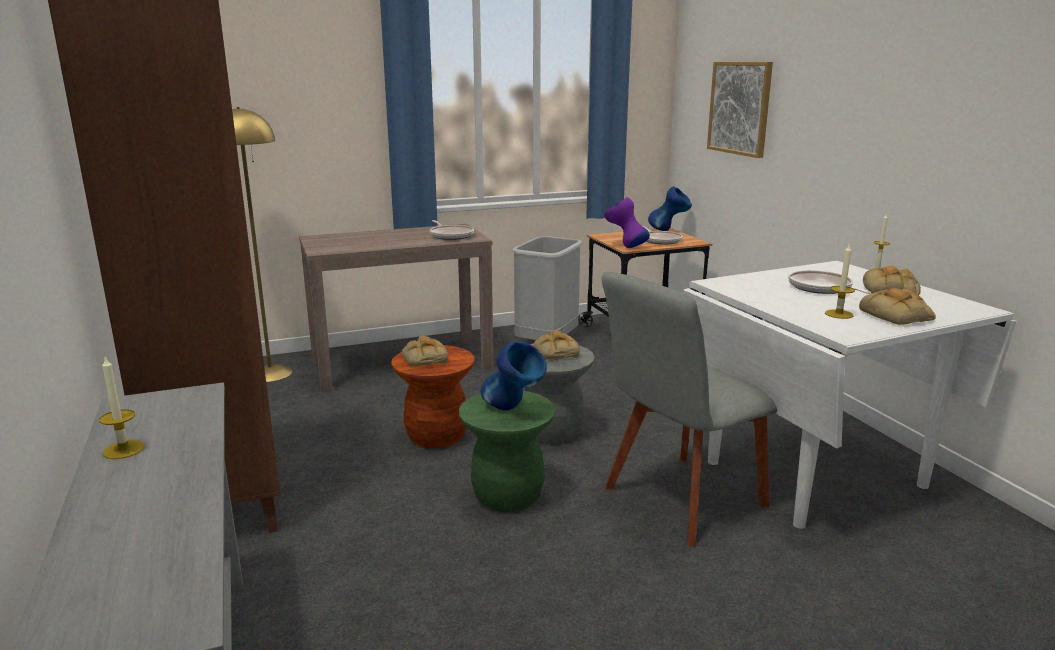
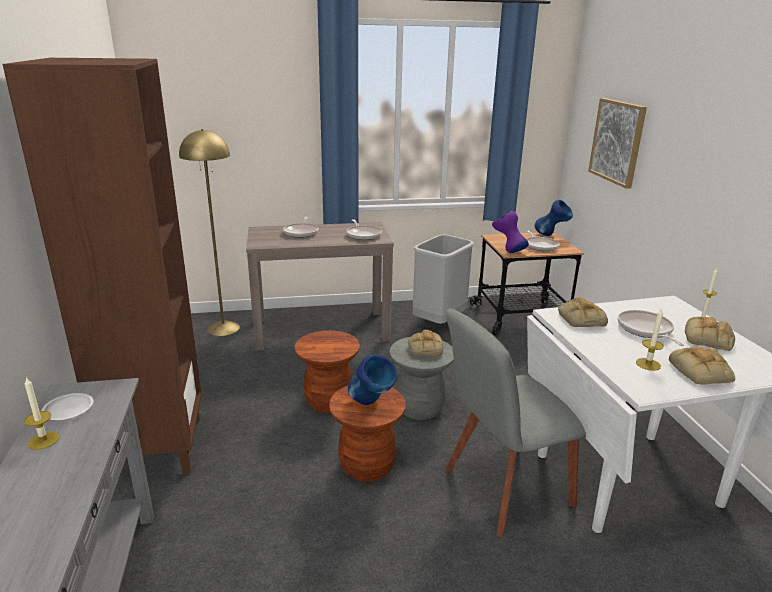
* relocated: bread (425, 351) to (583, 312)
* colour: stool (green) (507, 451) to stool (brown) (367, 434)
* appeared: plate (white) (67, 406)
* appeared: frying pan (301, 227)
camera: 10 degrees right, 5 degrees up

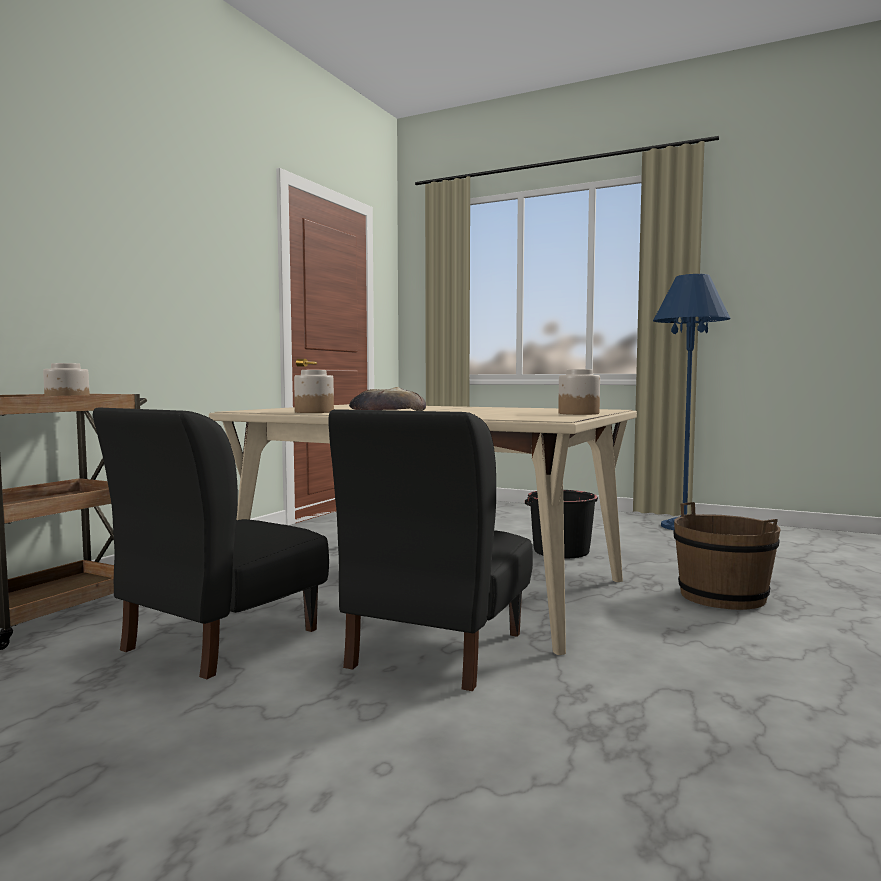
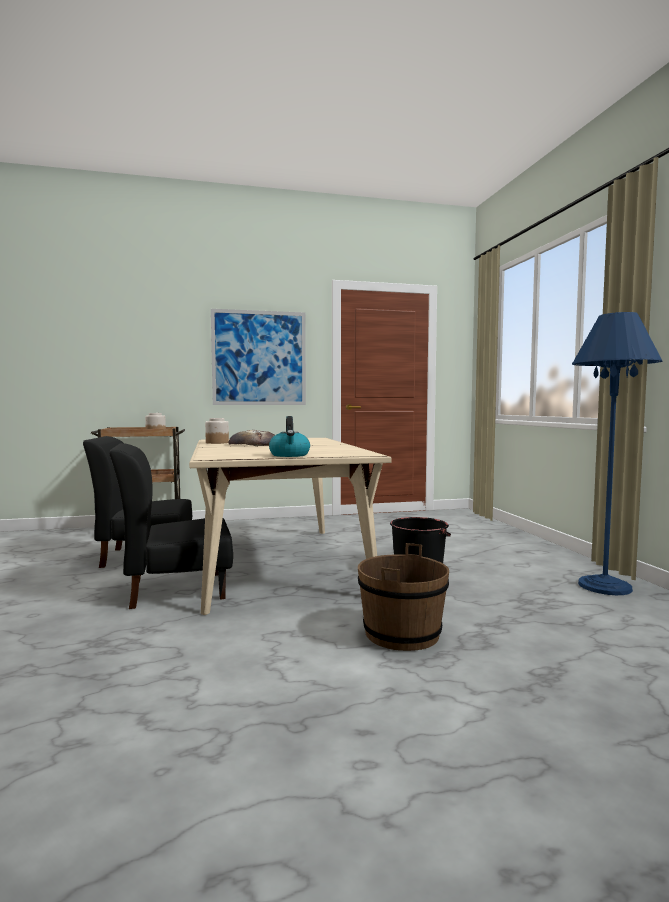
* exchanged: jar (579, 392) to kettle (289, 436)
* appeared: picture (258, 357)
camera: 50 degrees right, 0 degrees up

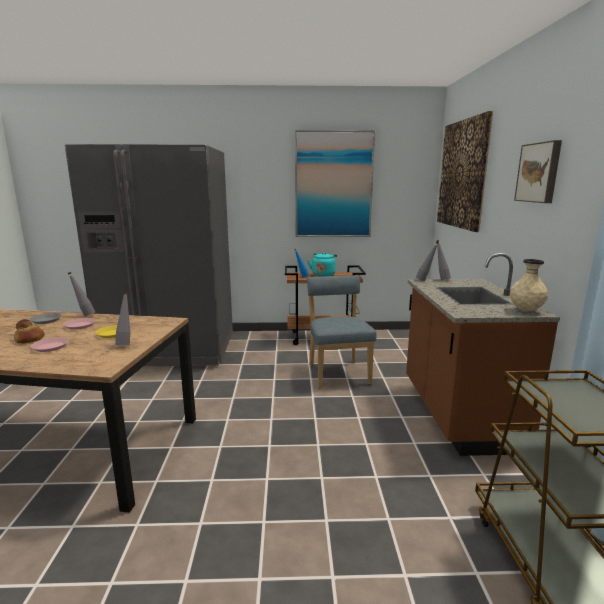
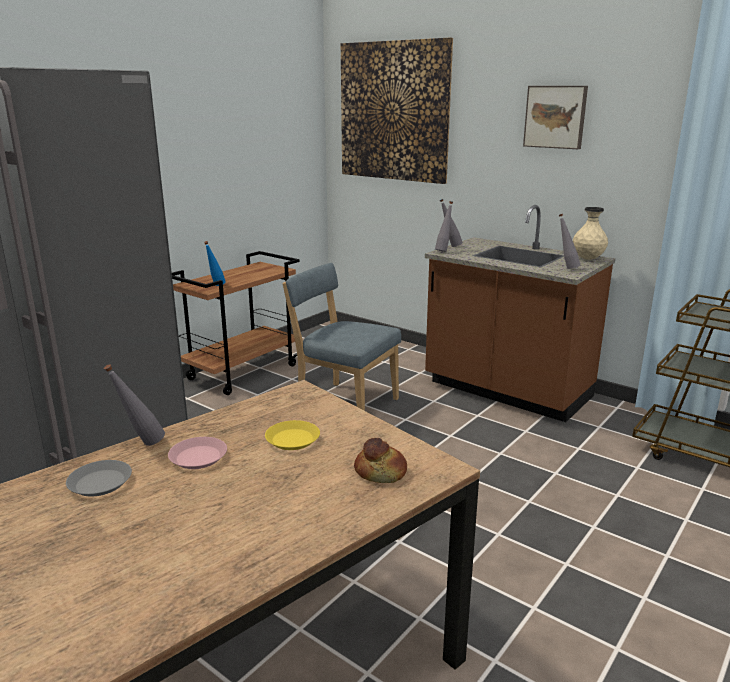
* relocated: bread (29, 331) to (380, 460)
* missing: plate (pink) (49, 344)
* relocated: bottle (grey) (122, 317) to (570, 241)
* missing: picture (335, 183)
* missing: kettle (turquoise) (322, 264)
camera: 50 degrees left, 5 degrees up

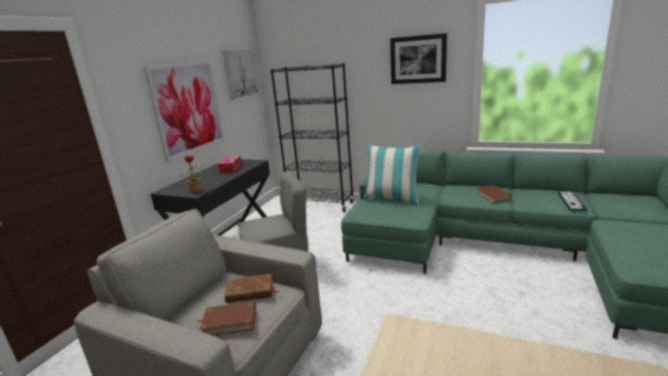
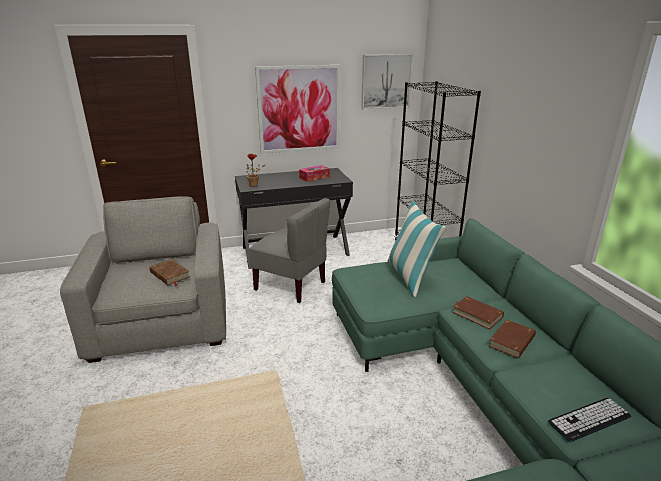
* relocated: book (brown) (227, 318) to (478, 313)
* missing: picture (418, 58)
camera: 50 degrees right, 5 degrees up

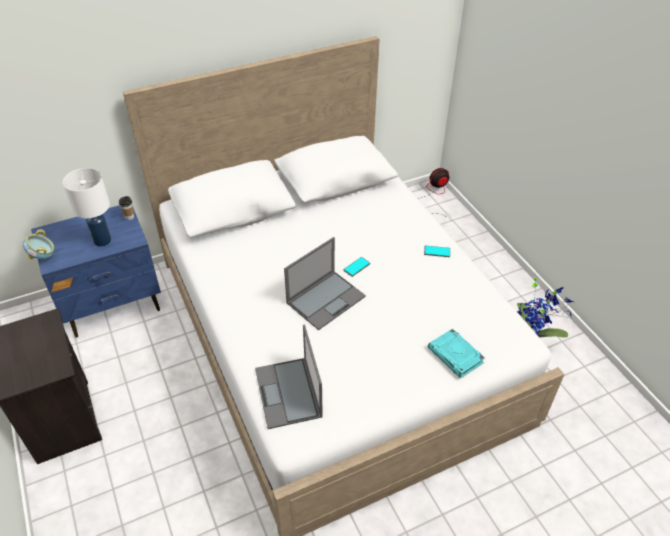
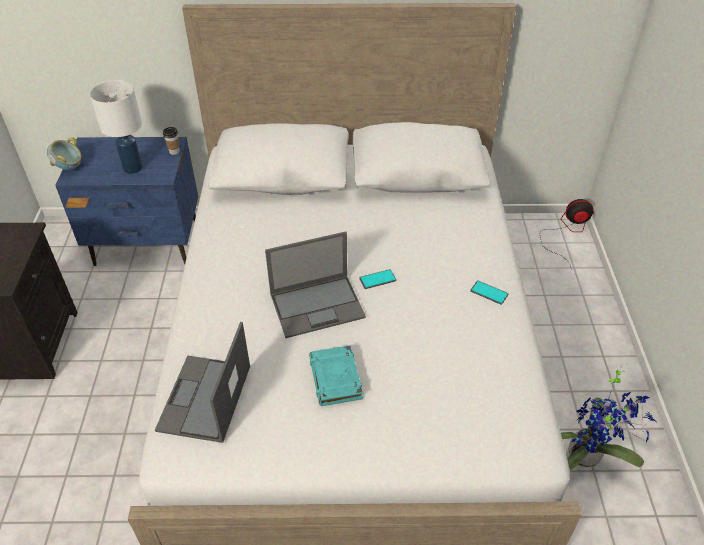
* relocated: book (turquoise) (456, 353) to (336, 375)
camera: 25 degrees right, 0 degrees up

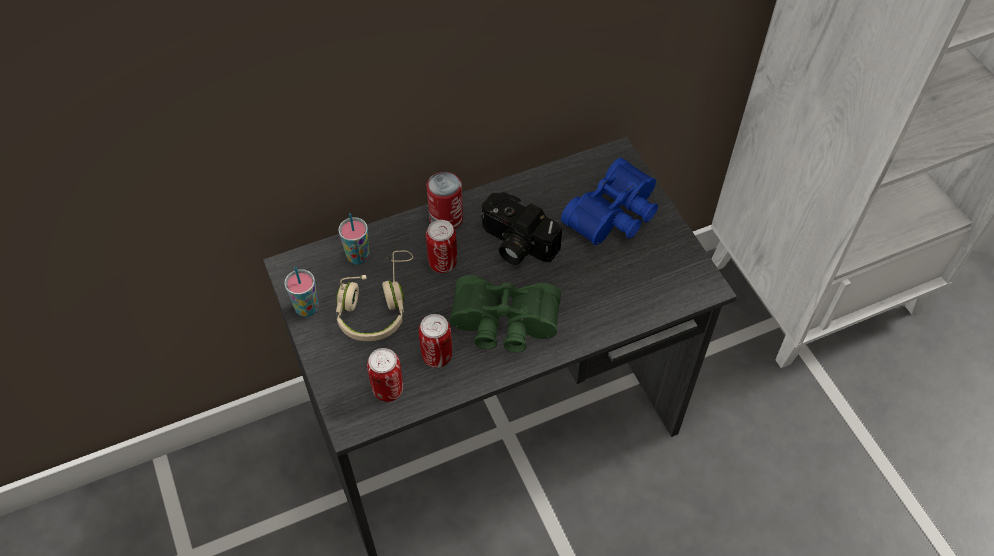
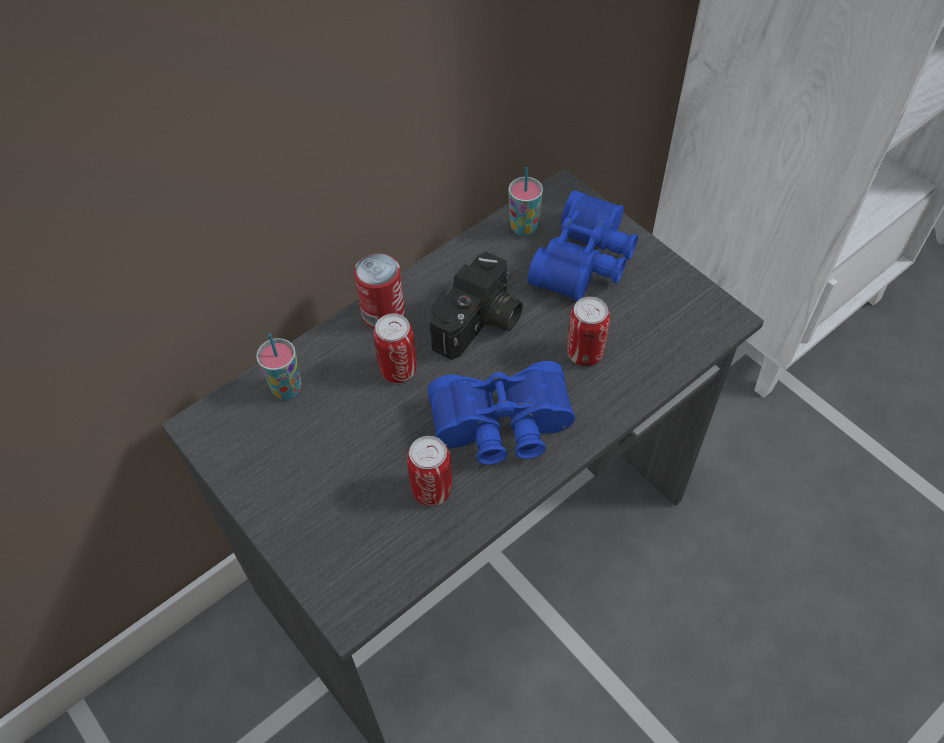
* relocated: cup (301, 292) to (525, 201)
* missing: headphones (beige) (374, 296)
* relocated: can (385, 375) to (588, 331)
* colour: binoculars (green) (505, 313) to binoculars (blue) (501, 413)
* spun: photo camera (521, 228) = (476, 306) 75 degrees counterclockwise
camera: 15 degrees left, 0 degrees up

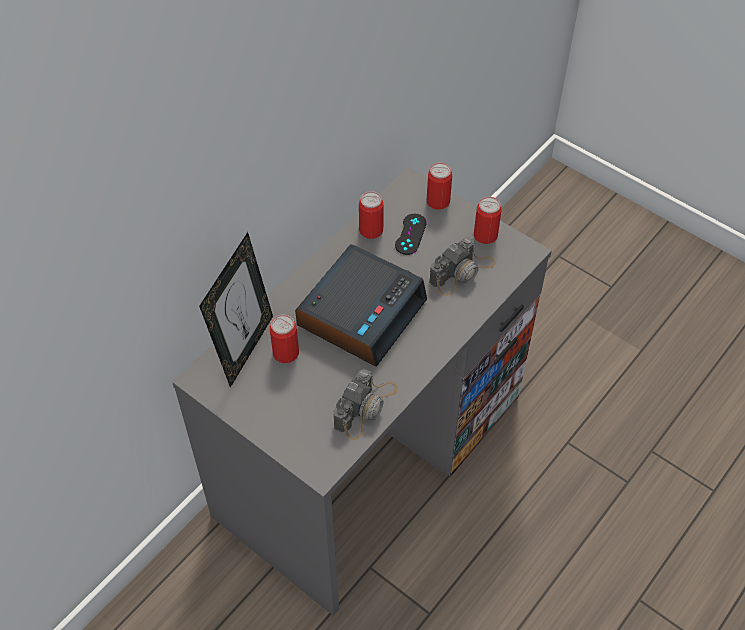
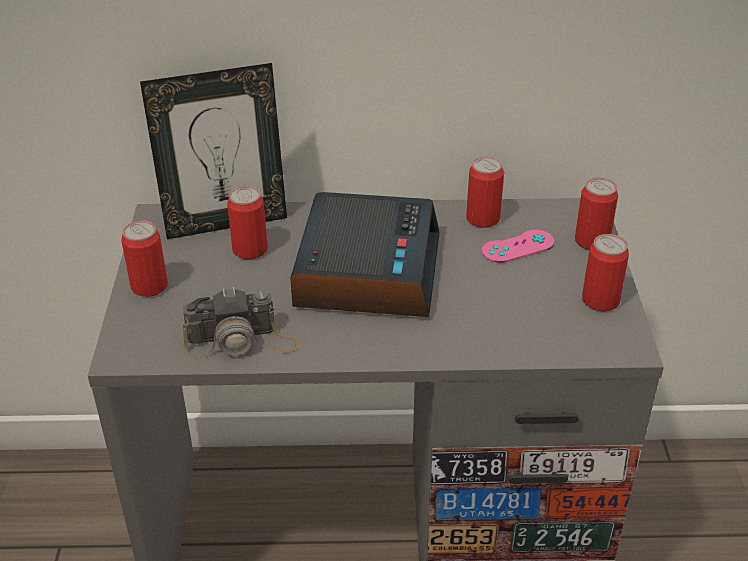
* spun: alarm clock (361, 305) = (365, 254) 75 degrees counterclockwise
* colour: game controller (black) (411, 234) to game controller (pink) (518, 246)
* missing: photo camera (462, 266)
* appeared: can (144, 259)
camera: 50 degrees right, 15 degrees down

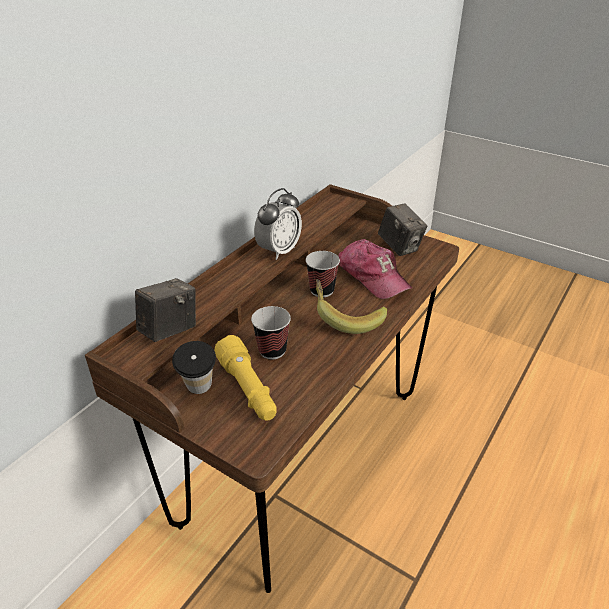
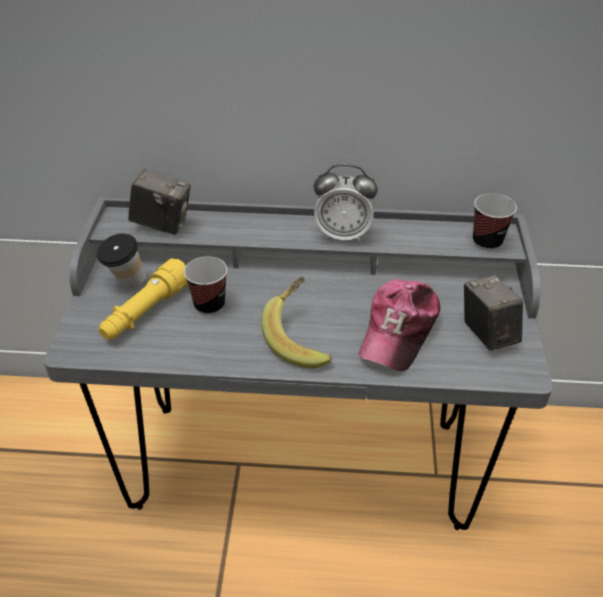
* colour: desk (brown) (272, 388) to desk (grey) (298, 363)
* relocated: cup (323, 274) to (495, 221)
* spun: photo camera (403, 229) = (493, 313) 135 degrees clockwise
camera: 60 degrees right, 5 degrees up

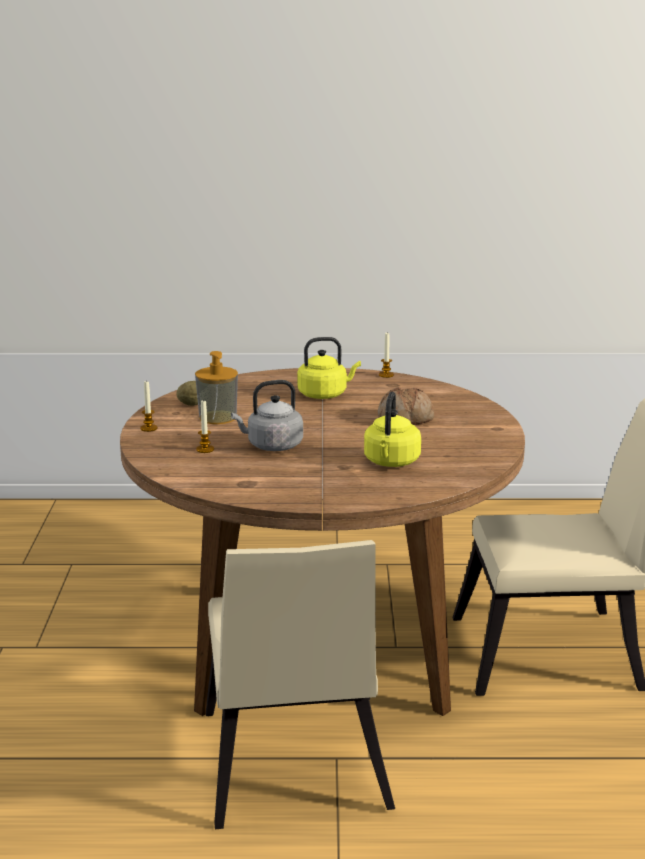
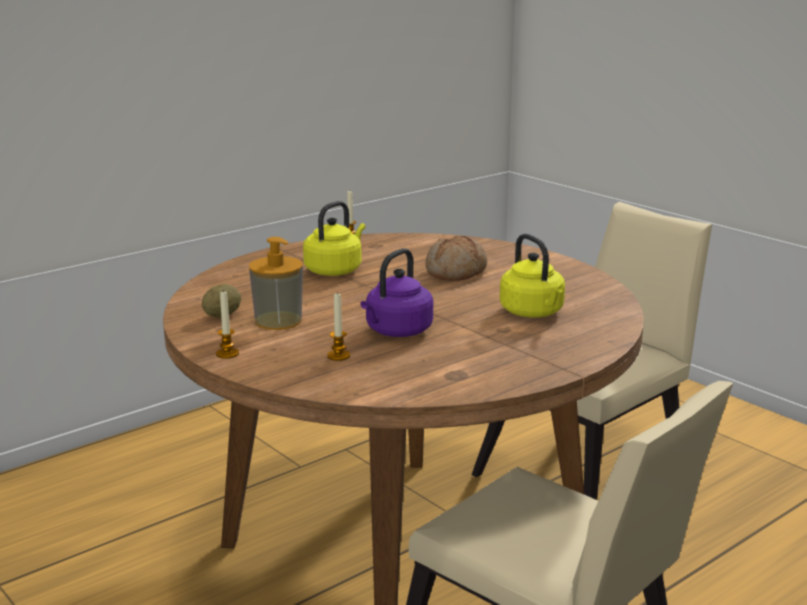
* colour: kettle (grey) (267, 415) to kettle (purple) (396, 292)
camera: 40 degrees left, 0 degrees up

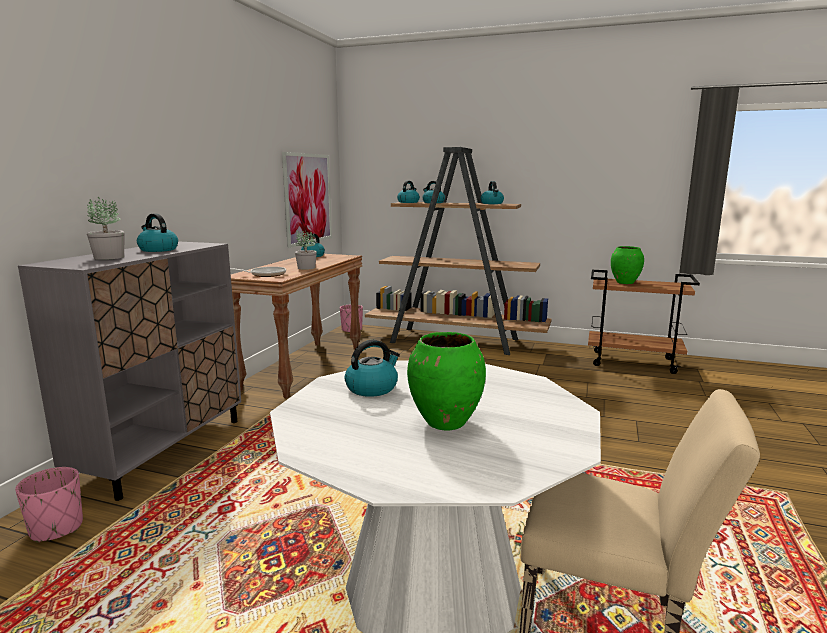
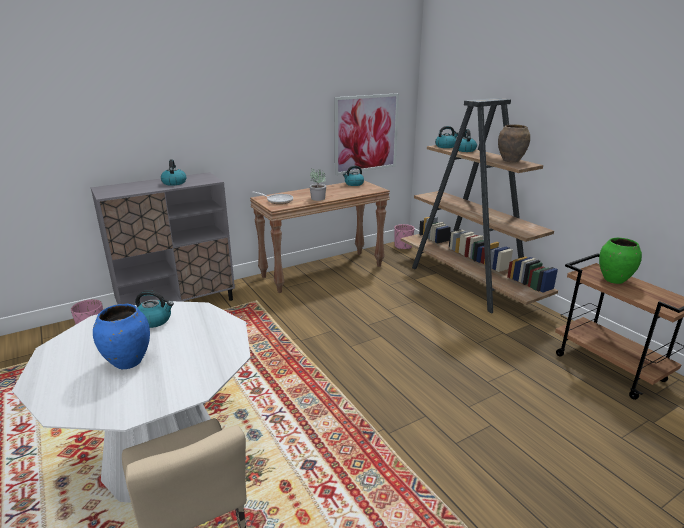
* missing: potted plant (105, 228)
* colour: vase (green) (446, 381) to vase (blue) (121, 336)
* exchanged: kettle (492, 192) to vase (brown) (514, 143)
camera: 40 degrees right, 10 degrees up

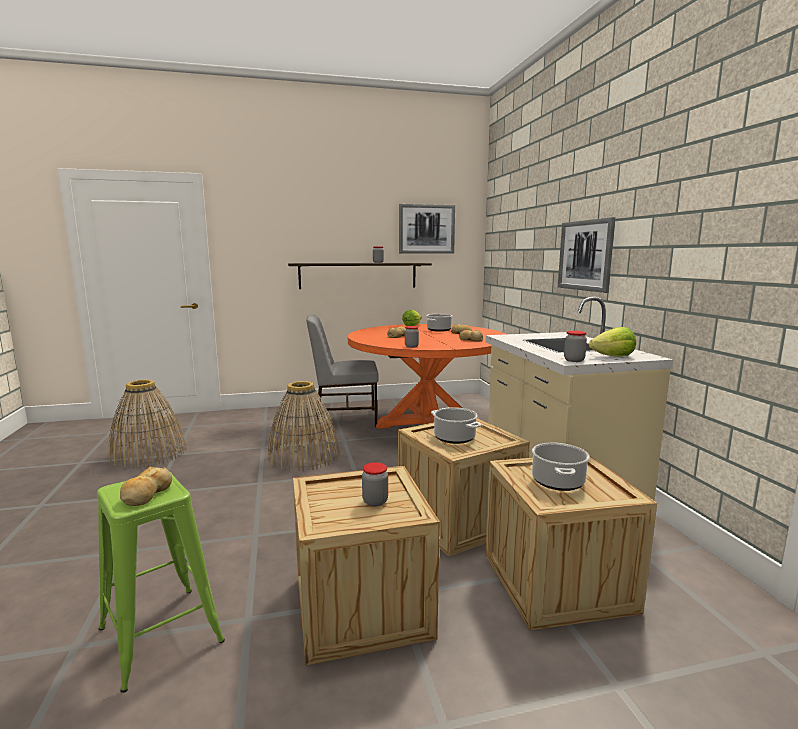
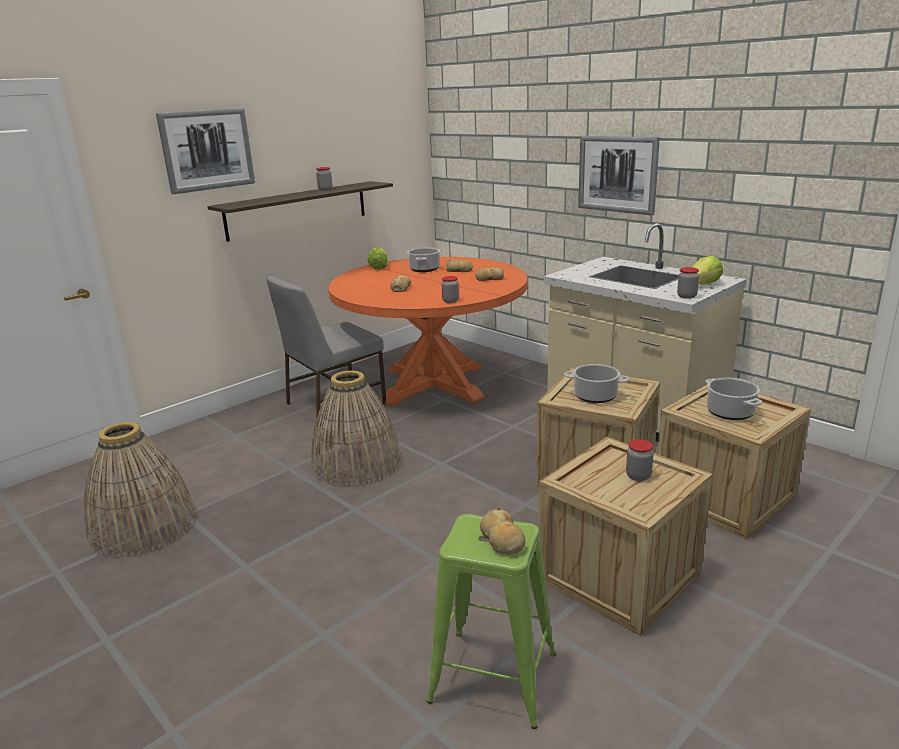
* relocated: picture (427, 229) to (205, 151)
camera: 30 degrees left, 10 degrees up

